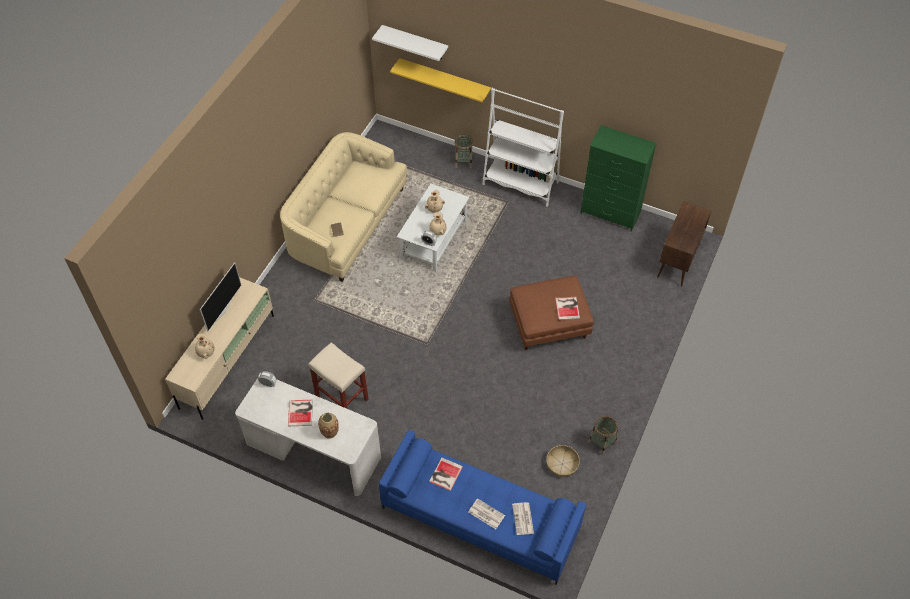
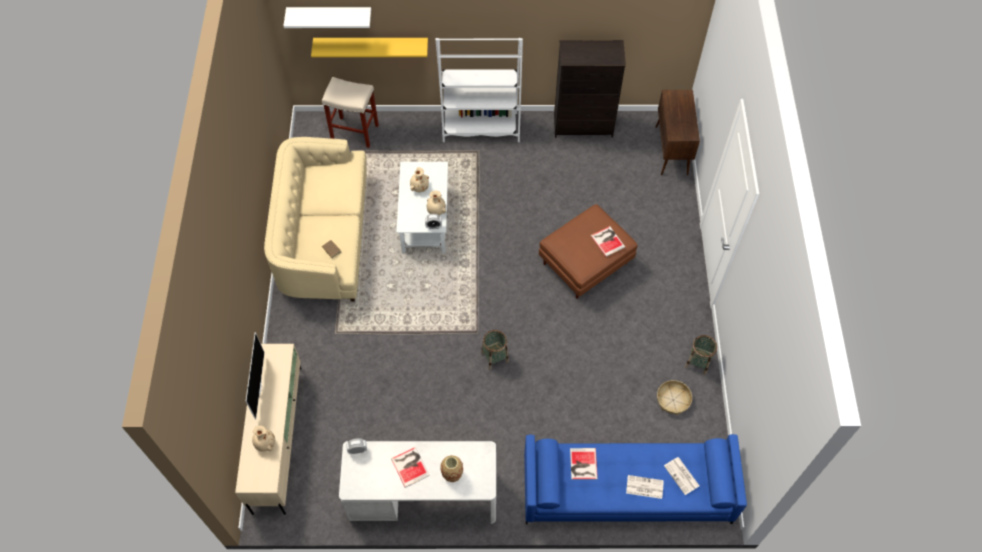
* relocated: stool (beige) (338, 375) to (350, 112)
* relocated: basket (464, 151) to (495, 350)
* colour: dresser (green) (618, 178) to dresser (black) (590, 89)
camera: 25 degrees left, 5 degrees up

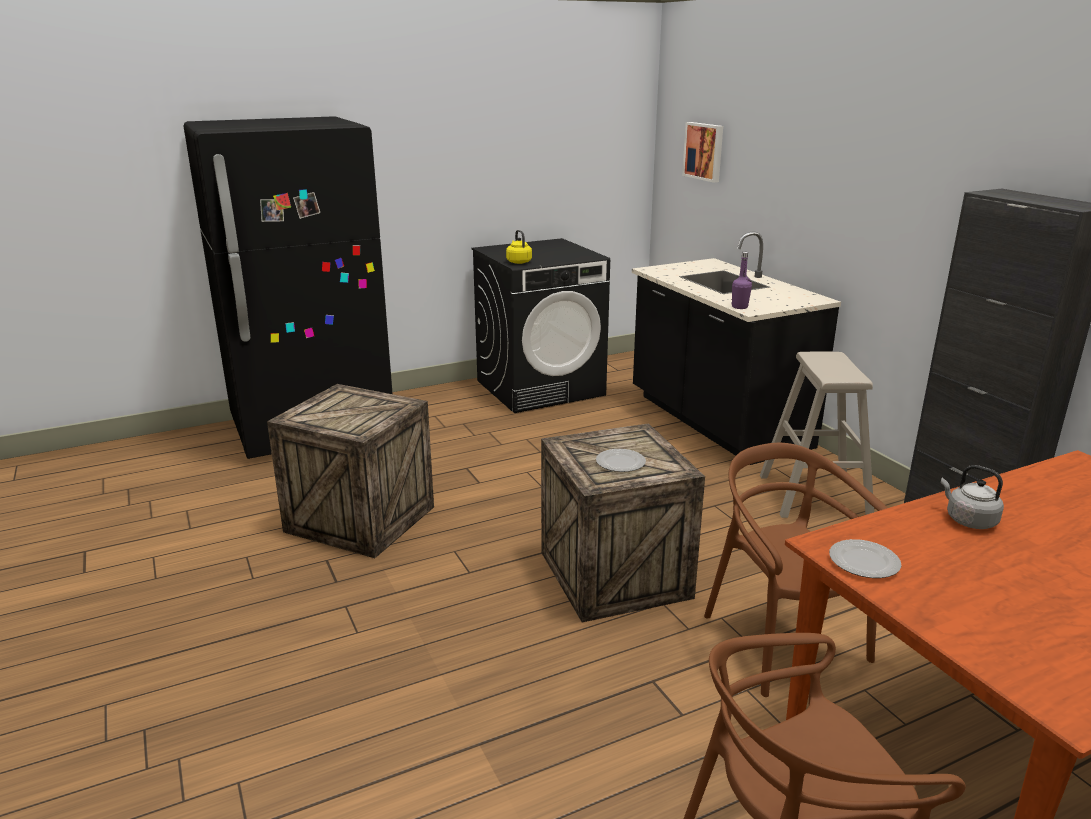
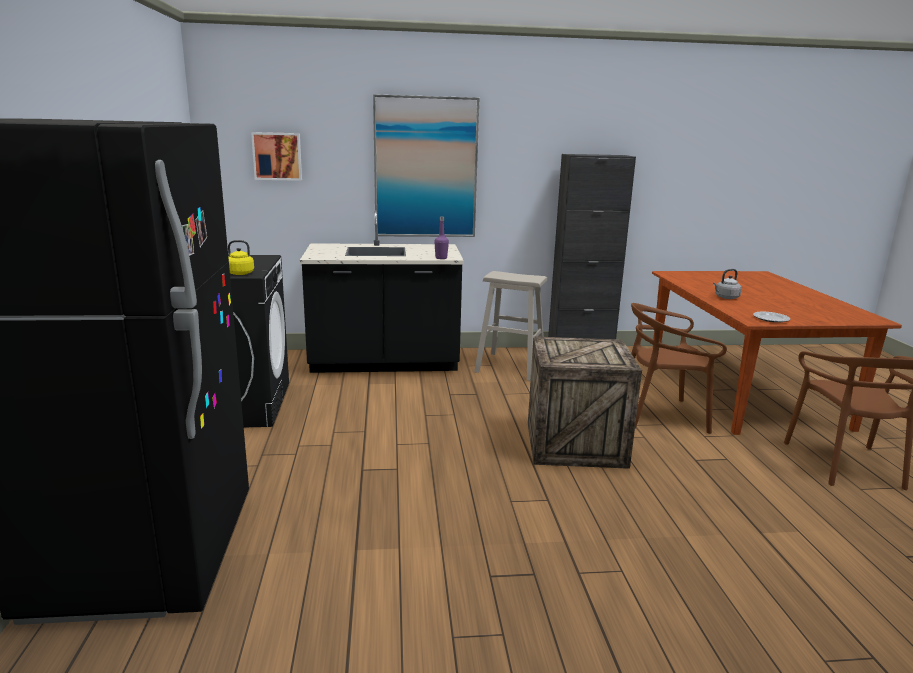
* missing: crate (350, 471)
* missing: plate (621, 460)
* appeared: picture (426, 165)
camera: 70 degrees left, 5 degrees down

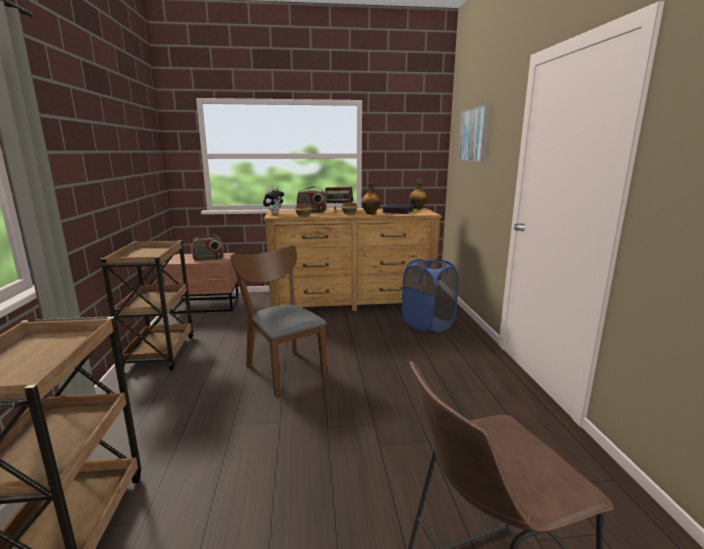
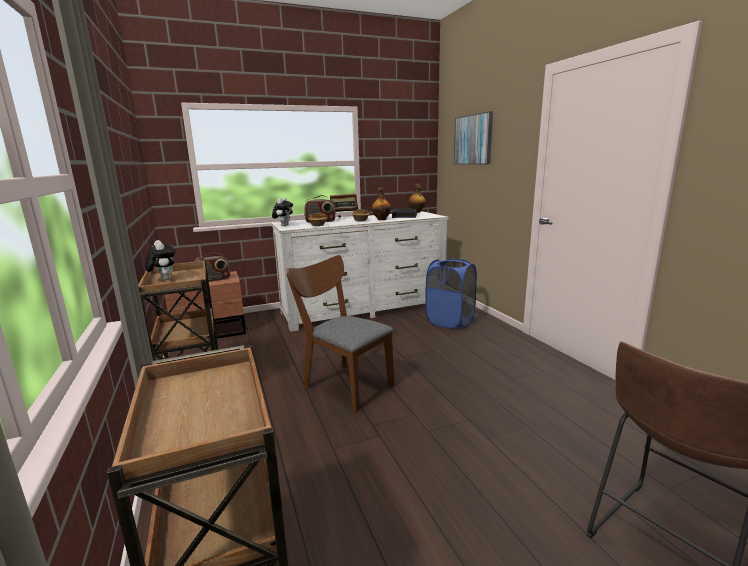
* colour: dresser (brown) (352, 259) to dresser (white) (360, 271)
* appeared: plush toy (160, 260)
camera: 15 degrees left, 0 degrees up

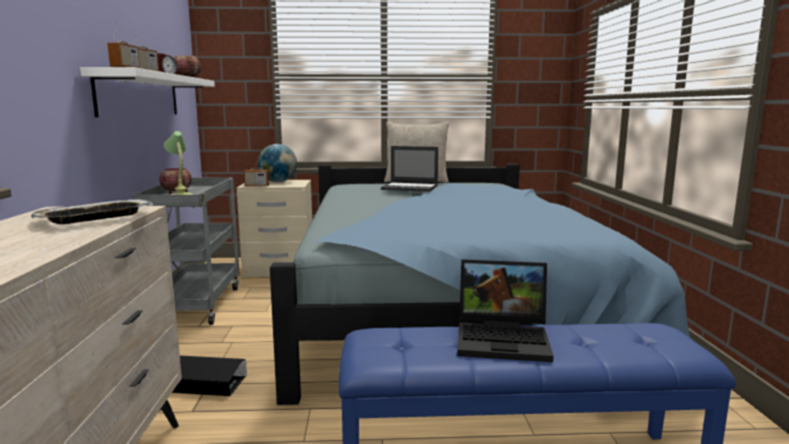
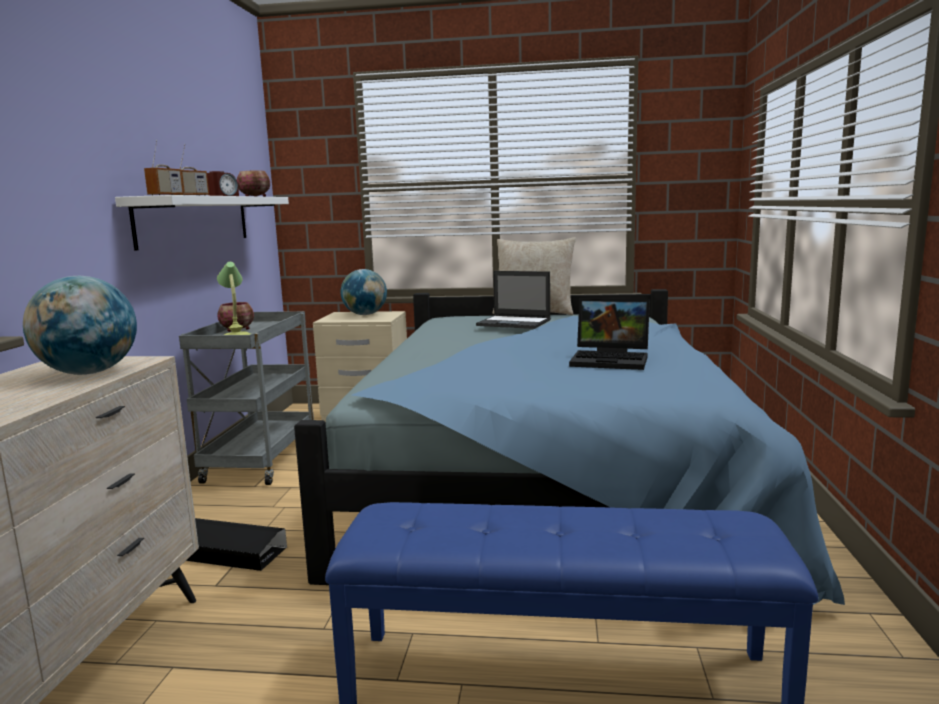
* exchanged: tray (92, 211) to globe (80, 325)
* missing: radio (256, 169)
* relocated: laptop (505, 310) to (609, 334)
camera: 10 degrees right, 0 degrees up

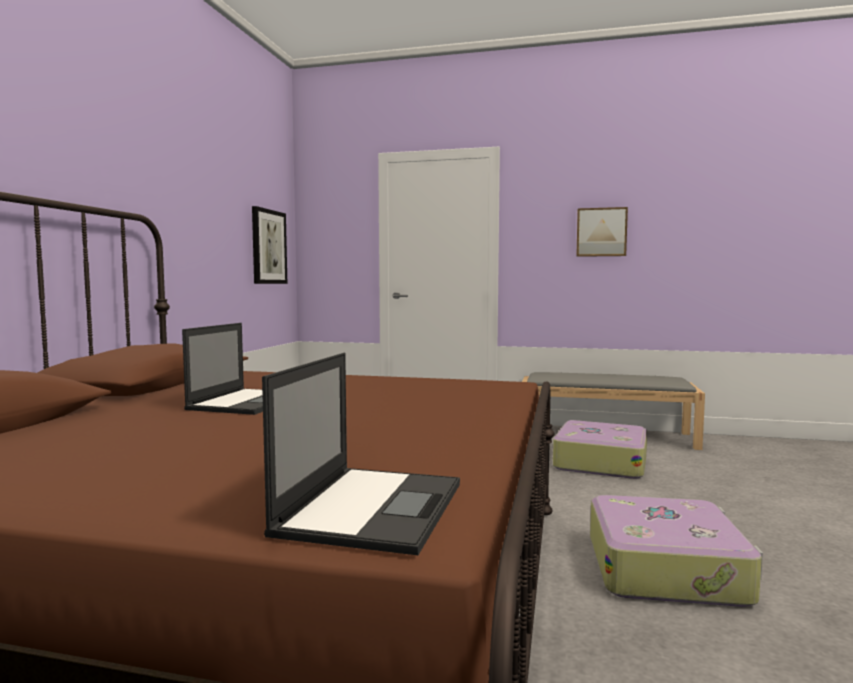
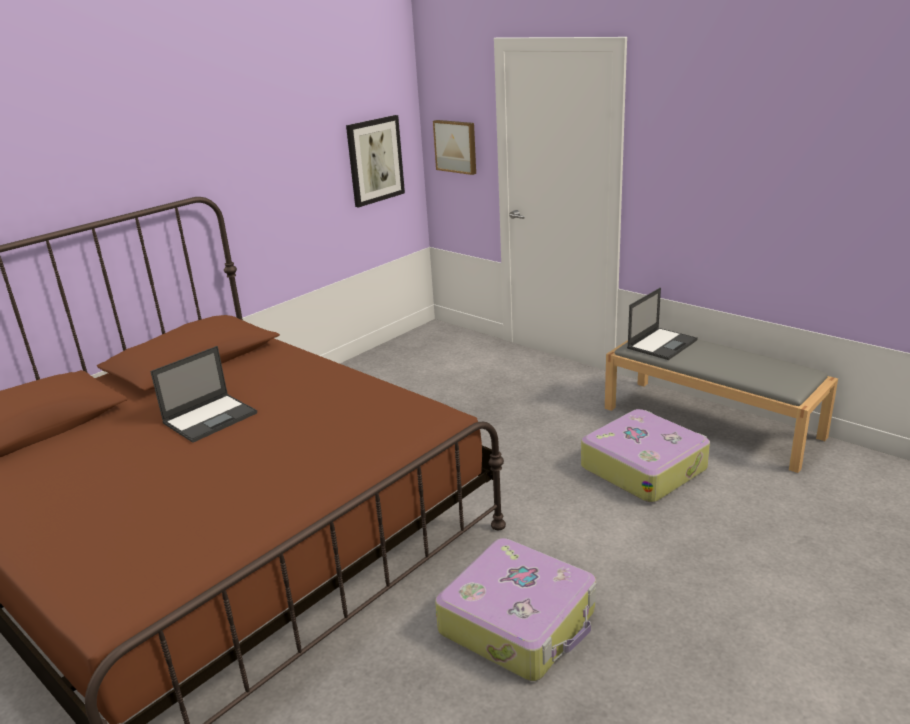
* relocated: laptop (361, 454) to (662, 324)
* relocated: picture (602, 232) to (454, 147)
camera: 30 degrees right, 20 degrees up

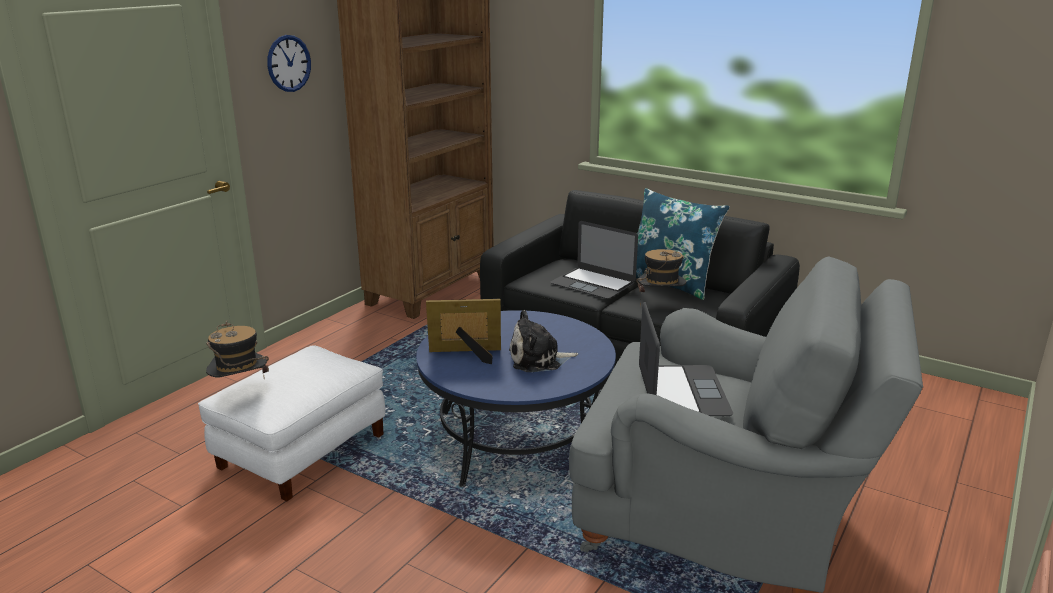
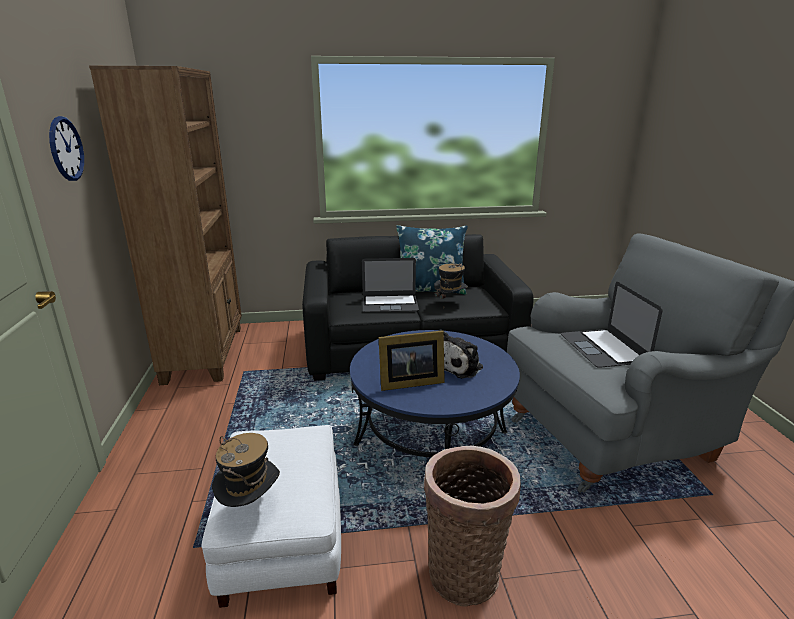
* spun: picture frame (463, 331) = (412, 360) 150 degrees counterclockwise
* spun: laptop (686, 359) = (611, 325) 150 degrees counterclockwise
* appeared: basket (472, 526)
camera: 40 degrees left, 0 degrees up

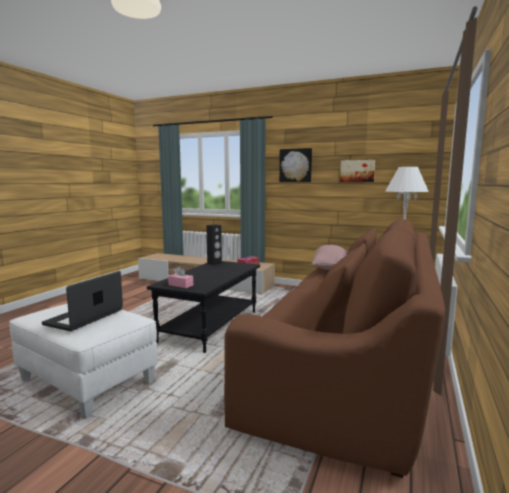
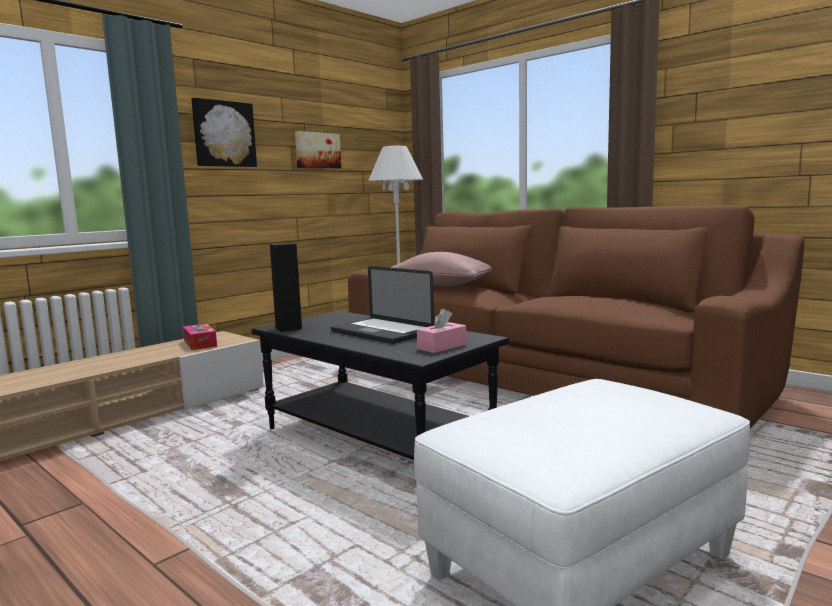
* relocated: laptop (82, 301) to (382, 305)
camera: 70 degrees left, 0 degrees up

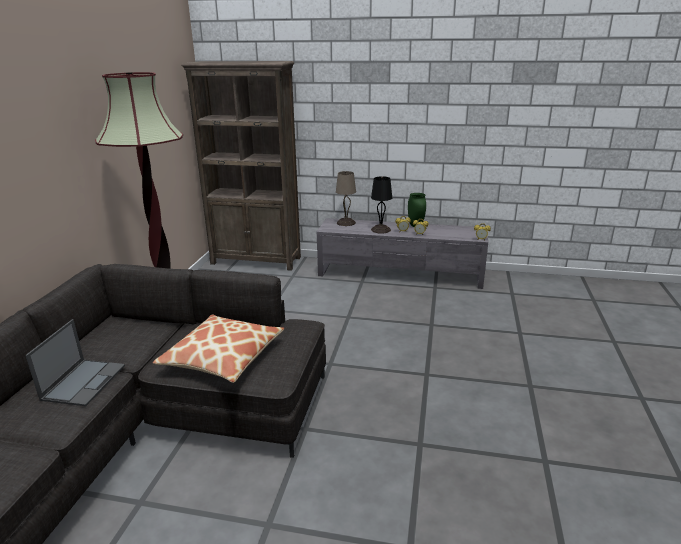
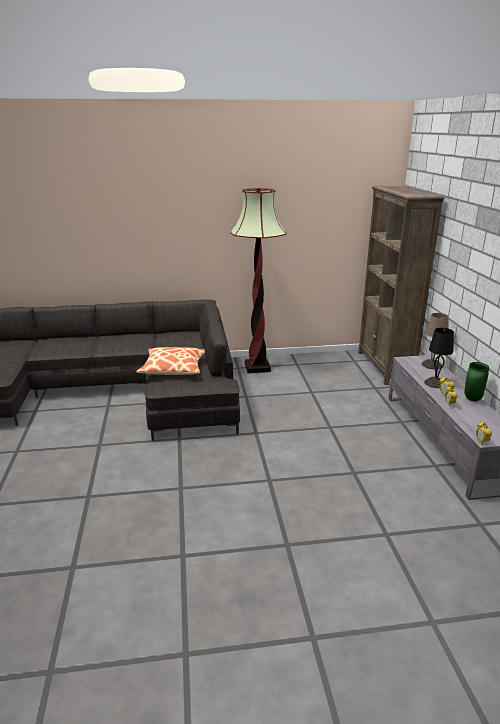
* missing: laptop (75, 362)
camera: 70 degrees right, 0 degrees up

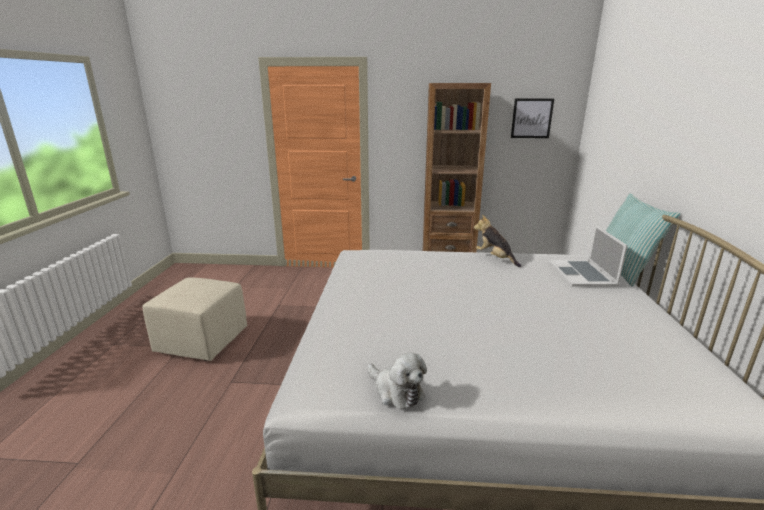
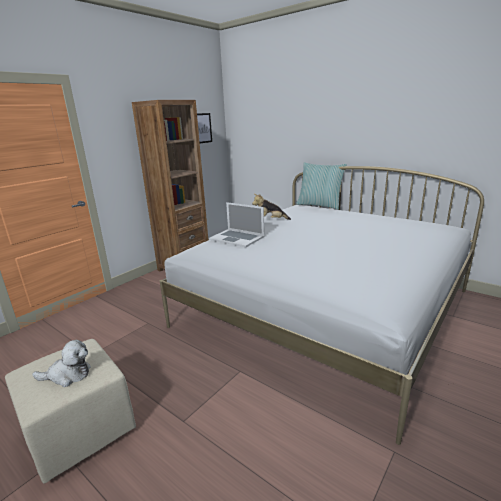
* relocated: plush toy (397, 381) to (61, 363)
* relocated: laptop (588, 256) to (236, 224)
camera: 55 degrees left, 0 degrees up

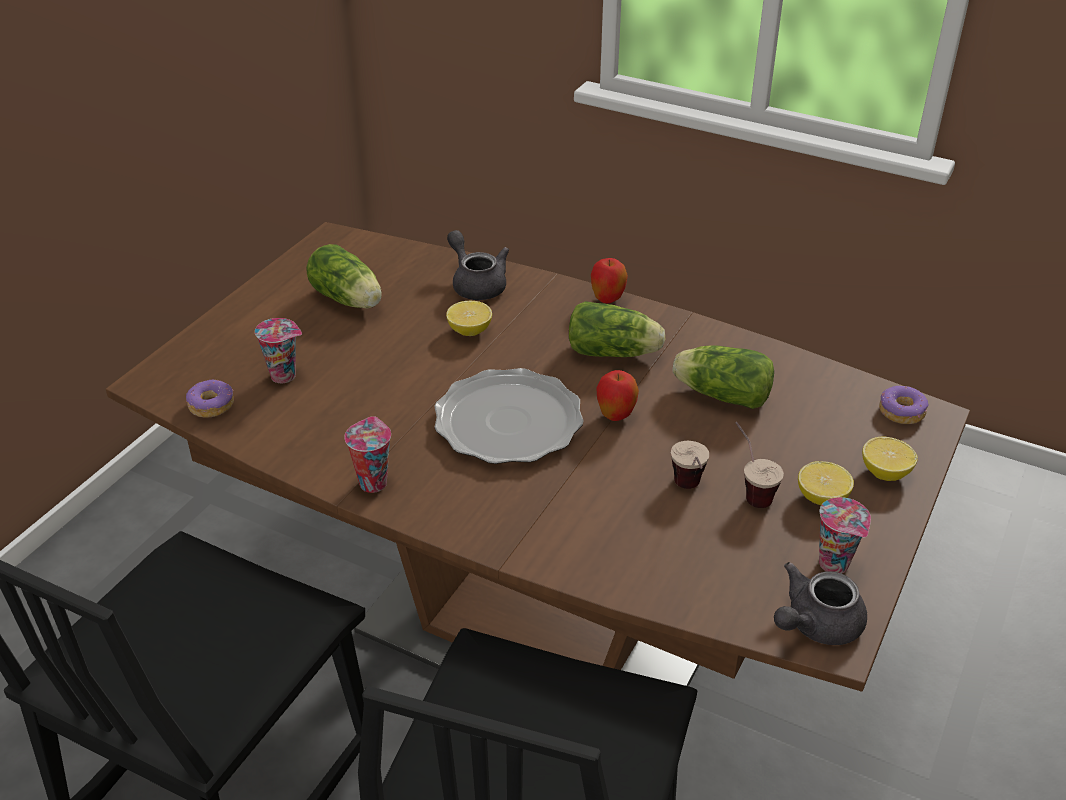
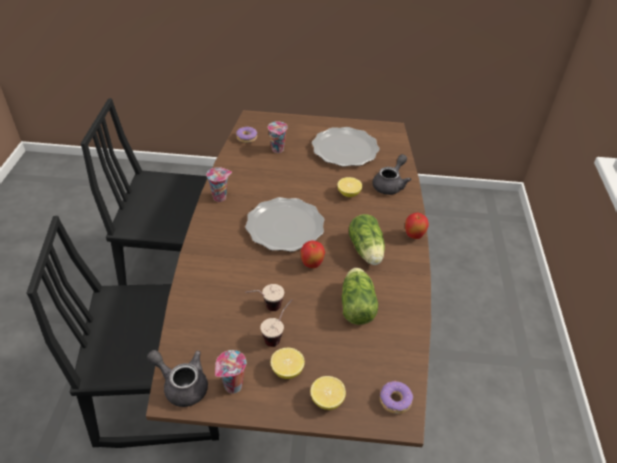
* exchanged: lettuce (344, 276) to plate (346, 147)
camera: 65 degrees right, 5 degrees up

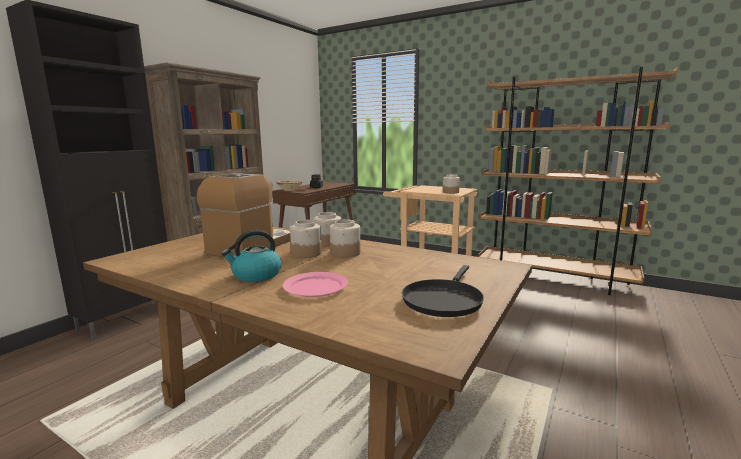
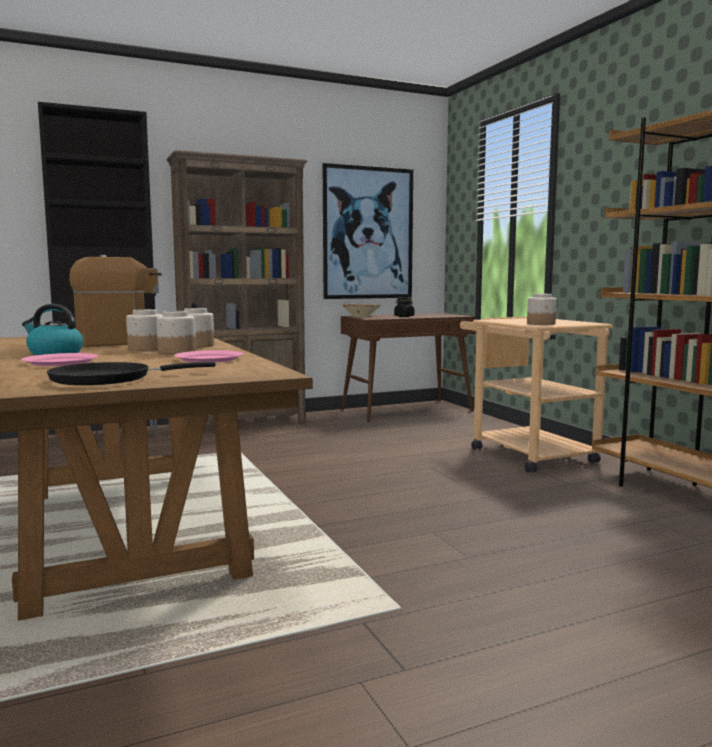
* appeared: plate (pink) (209, 356)
* appeared: picture (368, 231)
camera: 35 degrees right, 5 degrees down

